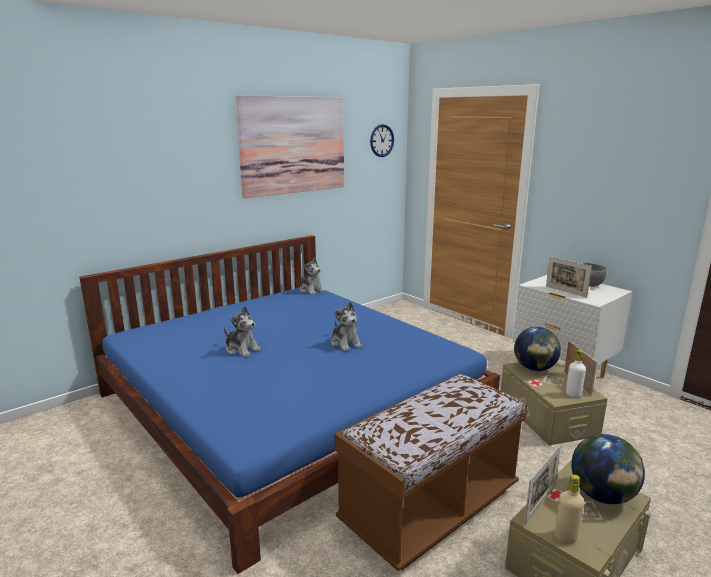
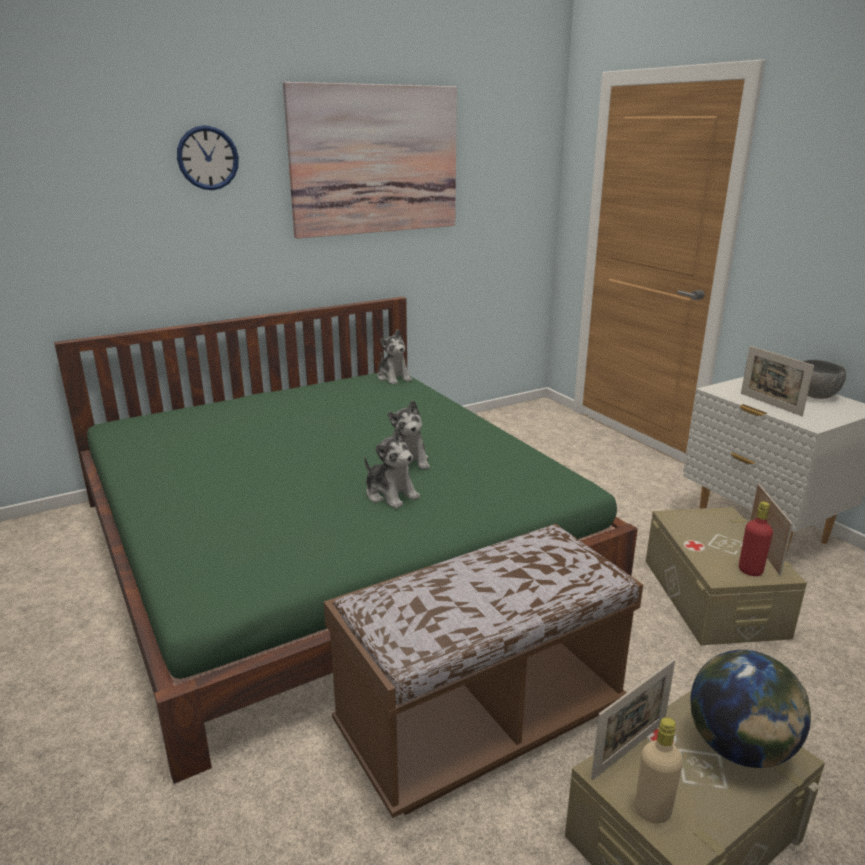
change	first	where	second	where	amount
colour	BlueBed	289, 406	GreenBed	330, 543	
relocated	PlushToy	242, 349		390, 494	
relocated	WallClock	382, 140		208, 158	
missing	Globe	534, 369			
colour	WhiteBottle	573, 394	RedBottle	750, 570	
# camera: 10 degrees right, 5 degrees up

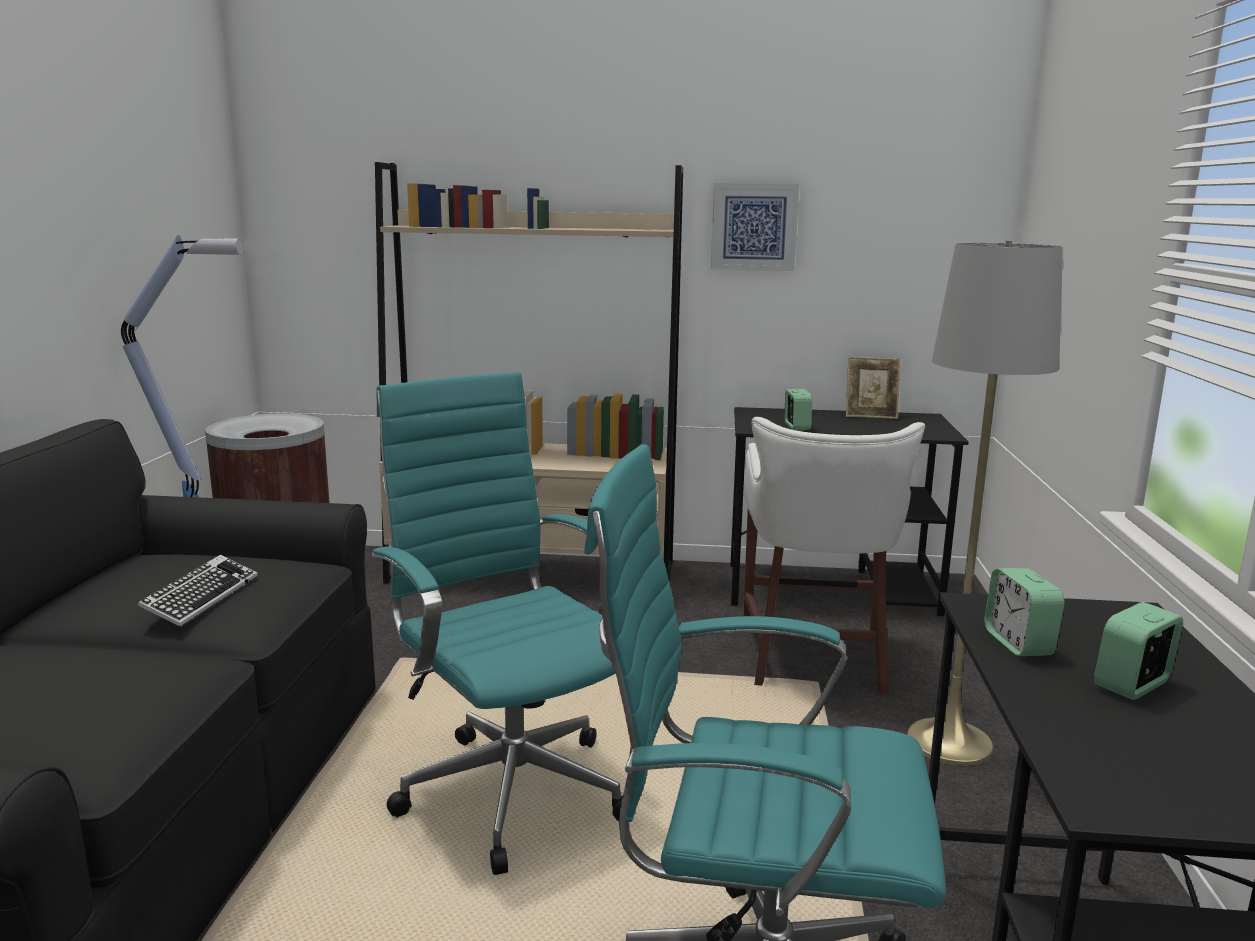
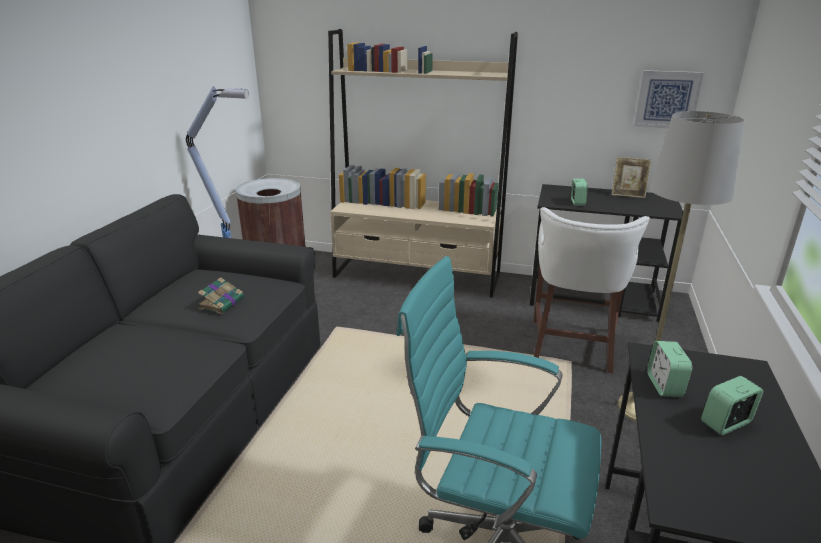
change	first	where	second	where	amount
exchanged	Keyboard	201, 598	Book	222, 303	
missing	TurquoiseOfficeChair	509, 787			
relocated	Picture	754, 227		667, 99	
# camera: 10 degrees right, 10 degrees up

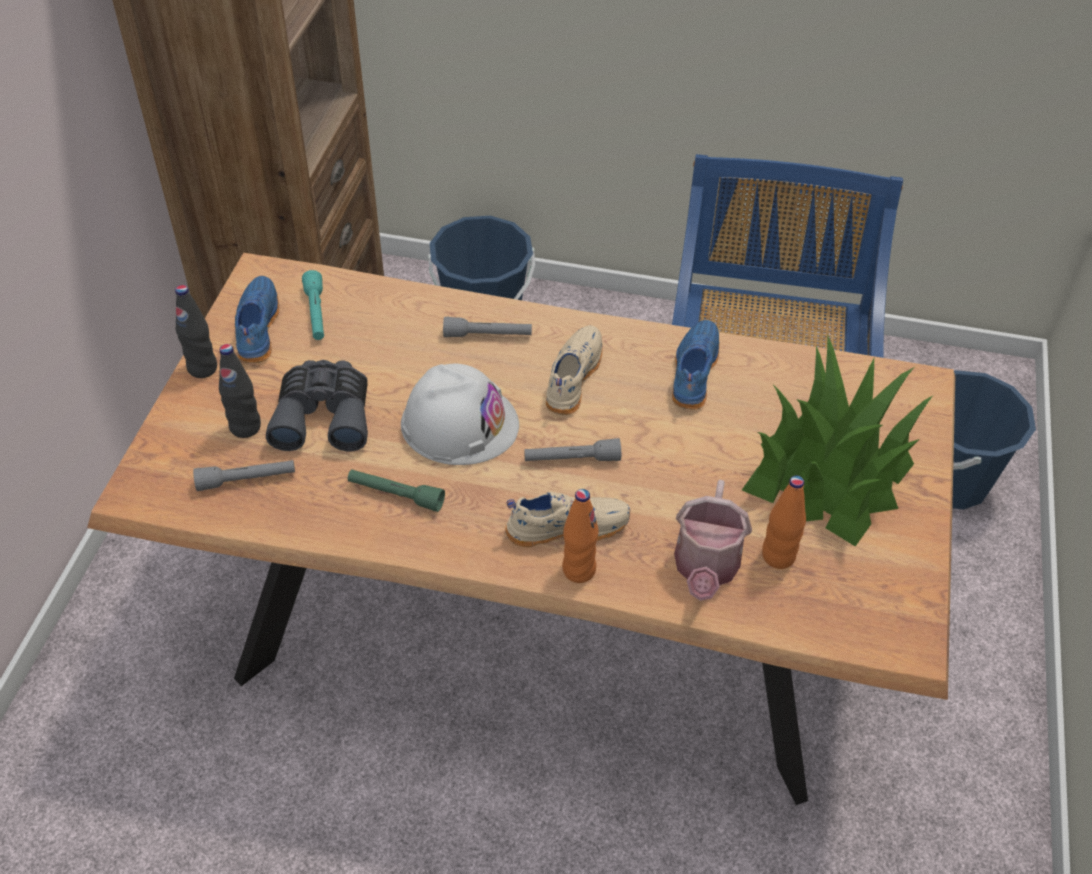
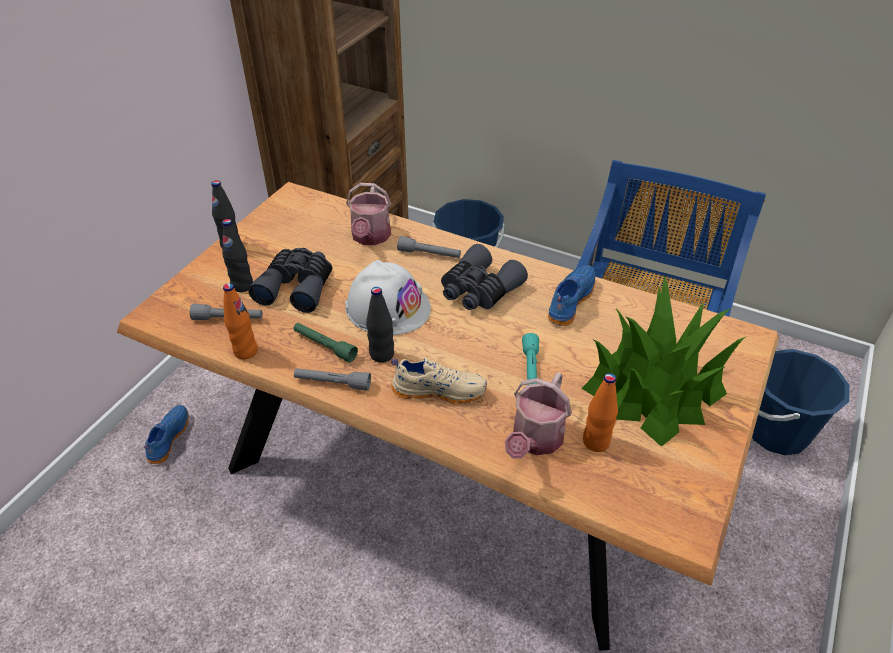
change	first	where	second	where	amount
relocated	BlueShoe	256, 328		167, 438	
relocated	TurquoiseFlashlight	316, 313		530, 371	
relocated	GreyFlashlight	572, 459		332, 383	
exchanged	BeigeShoe	571, 378	GreyBinoculars	479, 290	
relocated	OrangeBottle	578, 570		245, 351	
appeared			WateringCan	370, 237	
appeared			BlackBottle	382, 355	
# camera: 15 degrees right, 5 degrees down

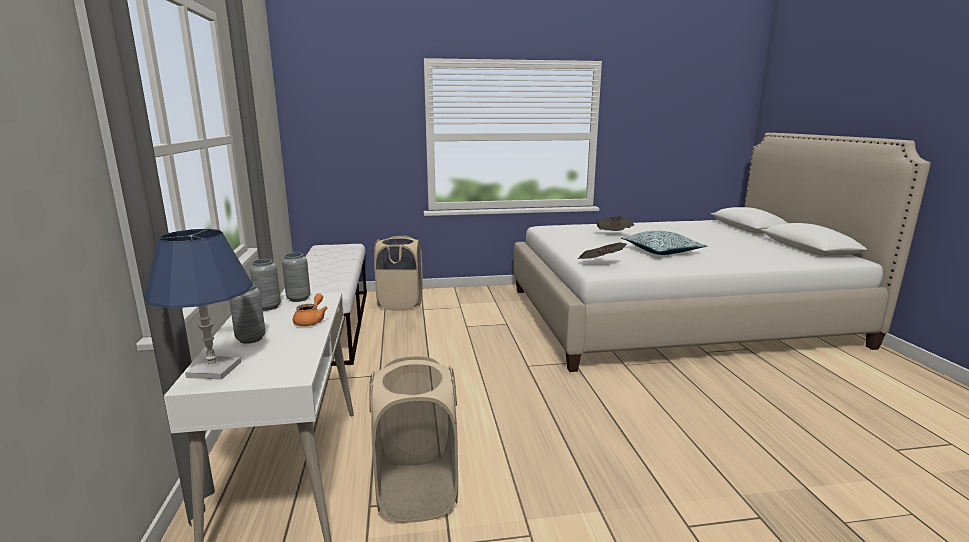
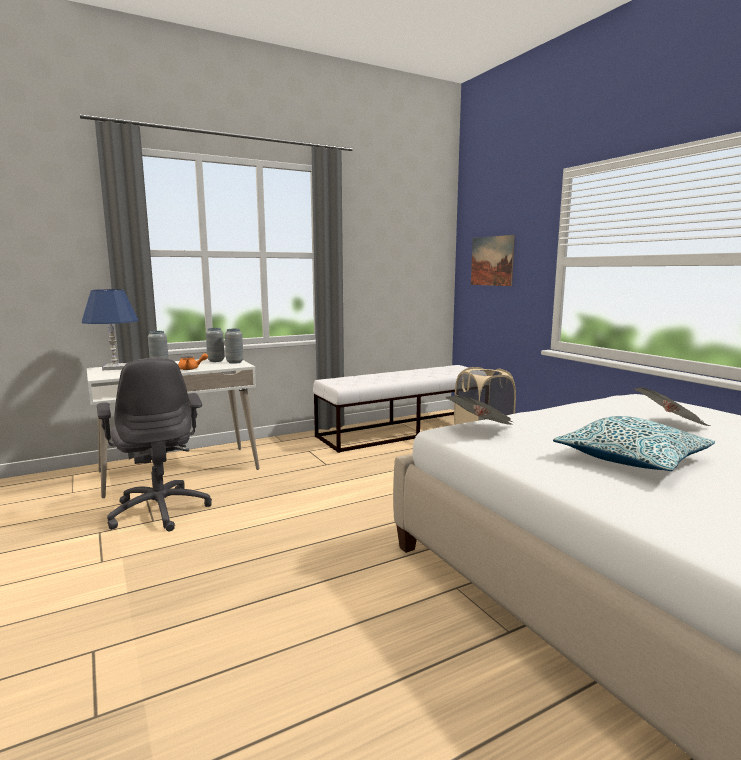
change	first	where	second	where	amount
exchanged	BeigeLaundryBasket	417, 492	GreyOfficeChair	160, 510	
appeared			Picture	492, 261	
# camera: 70 degrees right, 5 degrees down

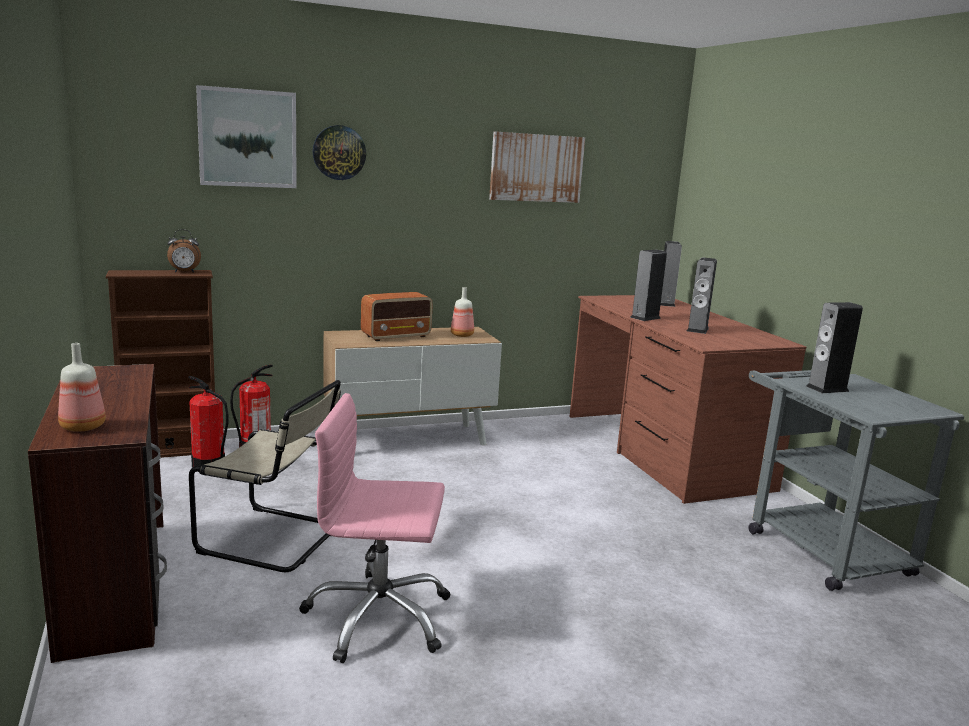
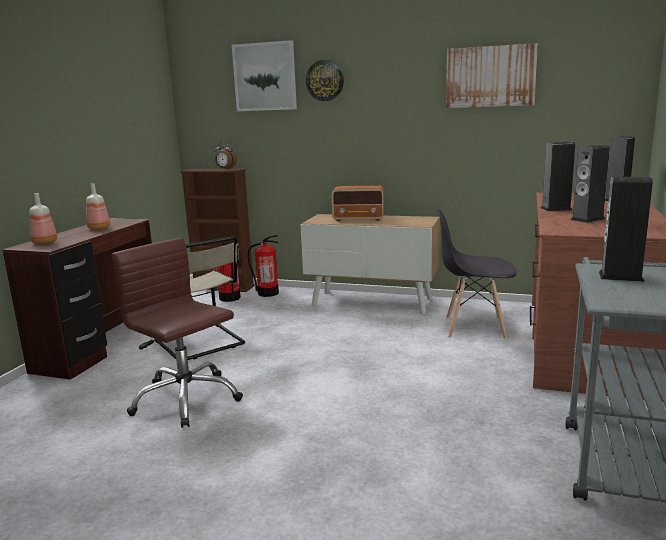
change	first	where	second	where	amount
colour	PinkOfficeChair	378, 618	BrownOfficeChair	185, 399	
relocated	Bottle	462, 335		100, 228	
appeared			GreyChair	473, 327	
# camera: 40 degrees right, 0 degrees up

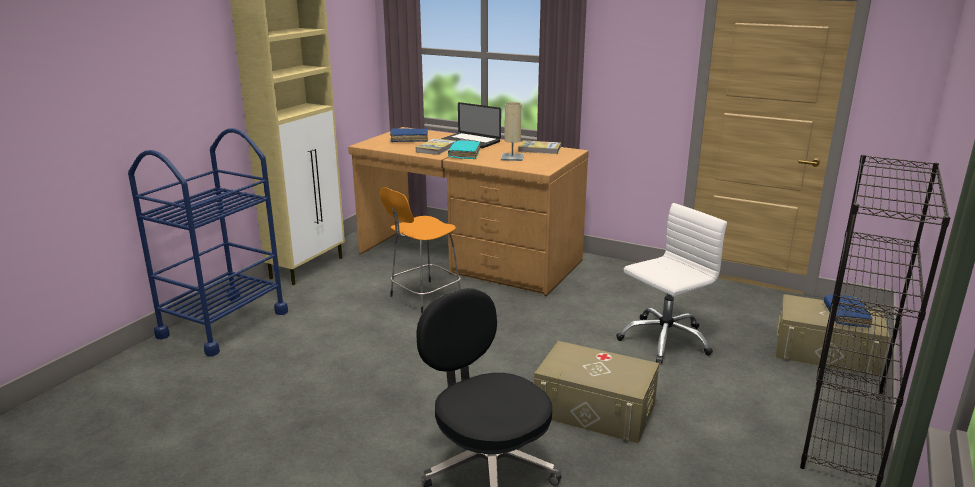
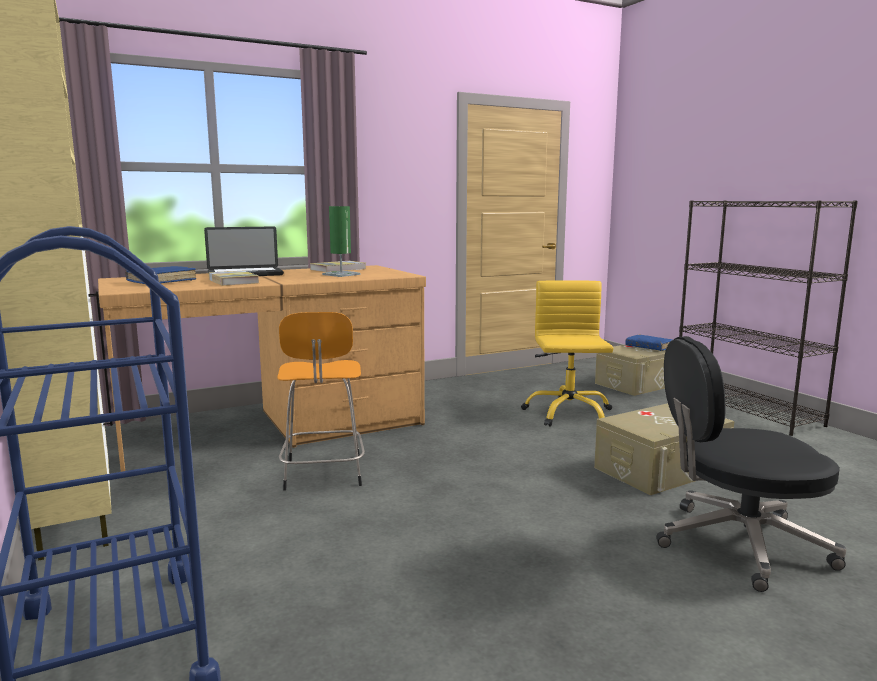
change	first	where	second	where	amount
missing	TurquoiseBook	464, 154			
colour	BeigeTableLamp	512, 157	GreenTableLamp	341, 274	
colour	WhiteOfficeChair	664, 339	YellowOfficeChair	568, 413	
# camera: 55 degrees left, 10 degrees down

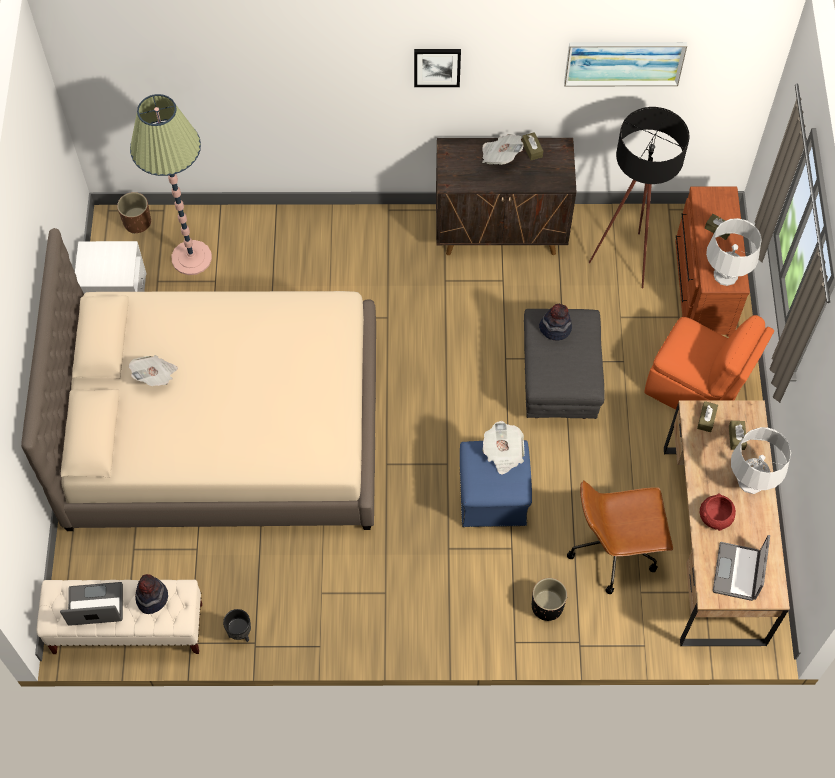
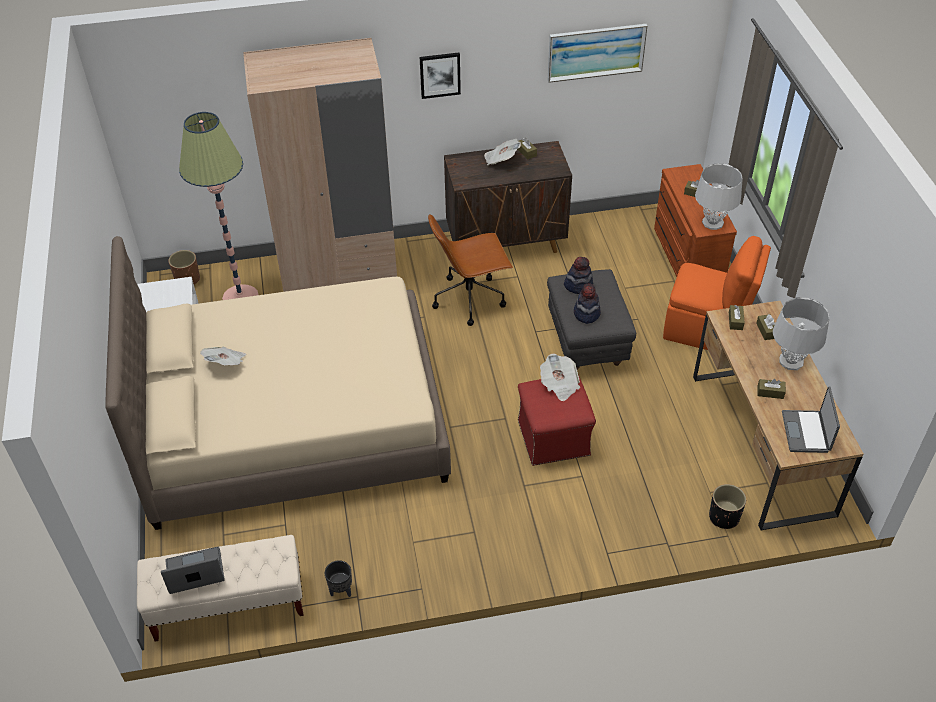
change	first	where	second	where	amount
relocated	Hat	151, 598		586, 313	
colour	BlueOttoman	493, 498	RedOttoman	554, 438	
relocated	BlackPlanter	547, 606		724, 517	
relocated	BrownOfficeChair	615, 550		470, 298	
missing	BlackFloorLamp	627, 255			
exchanged	RedBowl	715, 516	BrownTissueBox	770, 392	
appeared			BeigeWardrobe	338, 270	
# camera: 10 degrees left, 15 degrees down

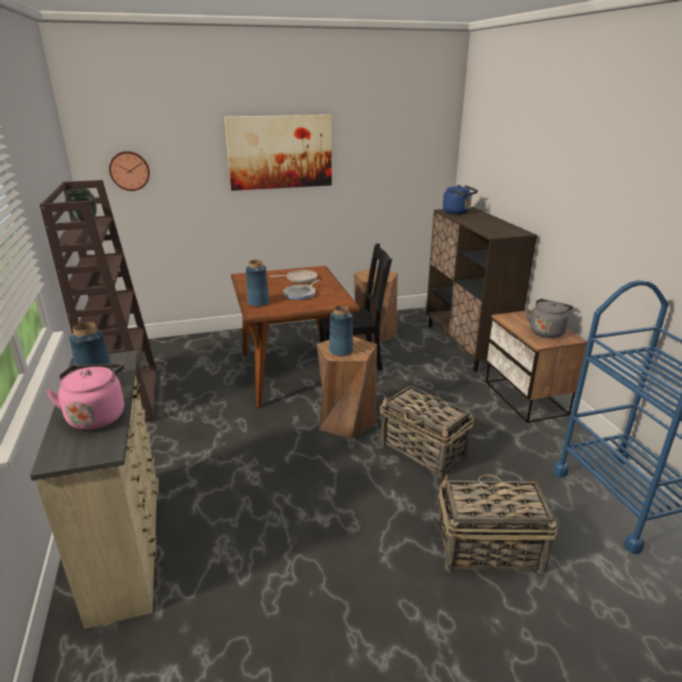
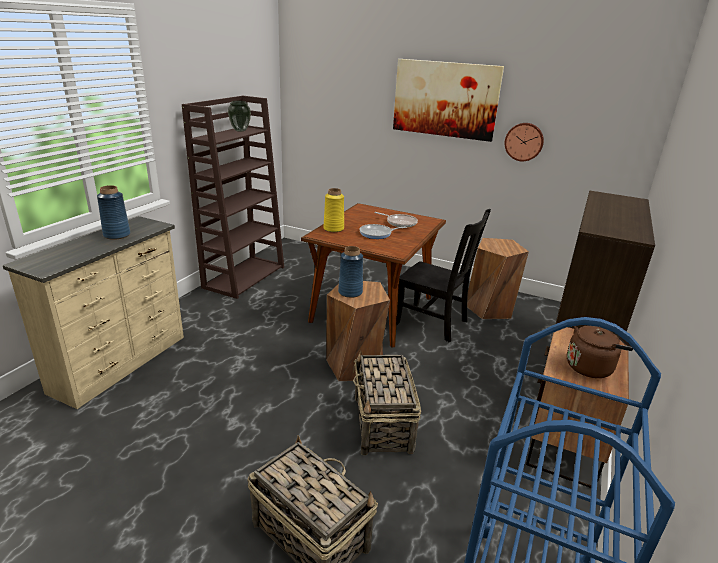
change	first	where	second	where	amount
missing	PinkKettle	97, 415			
relocated	WallClock	129, 170		524, 141	
colour	BlueVase	258, 302	YellowVase	333, 229	
missing	BlueKettle	458, 212			
colour	GreyKettle	546, 331	BrownKettle	591, 367	
# camera: 40 degrees right, 0 degrees up

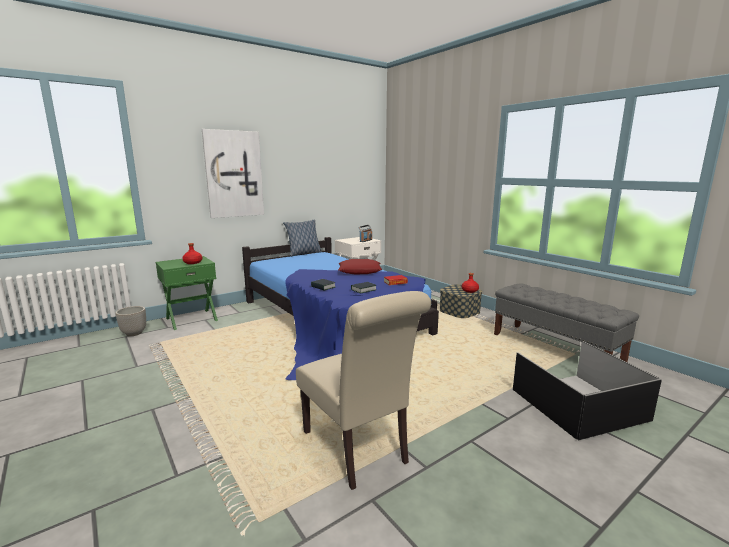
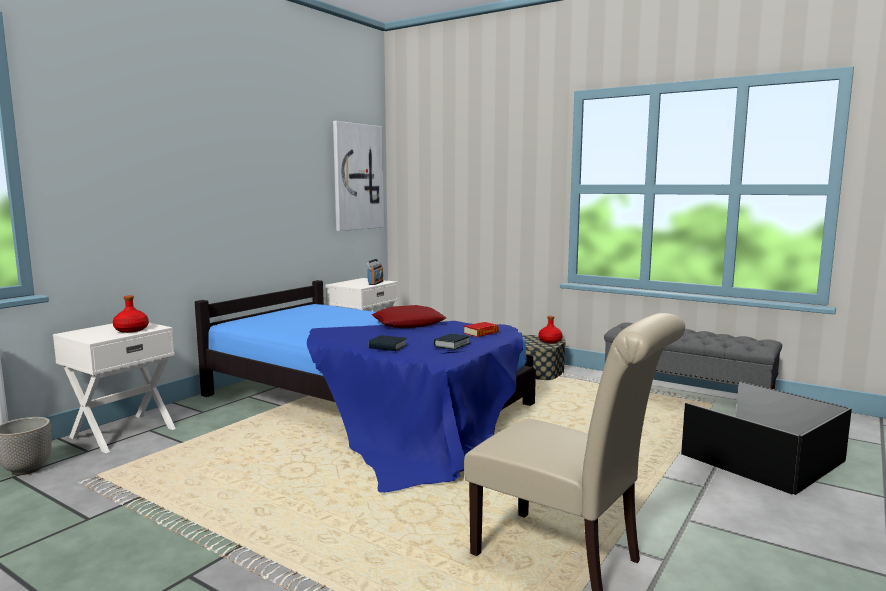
change	first	where	second	where	amount
colour	GreenNightstand	191, 319	WhiteNightstand	122, 432	
relocated	Picture	234, 174		357, 177	
missing	Pillow	303, 253			
# camera: 20 degrees left, 5 degrees down

